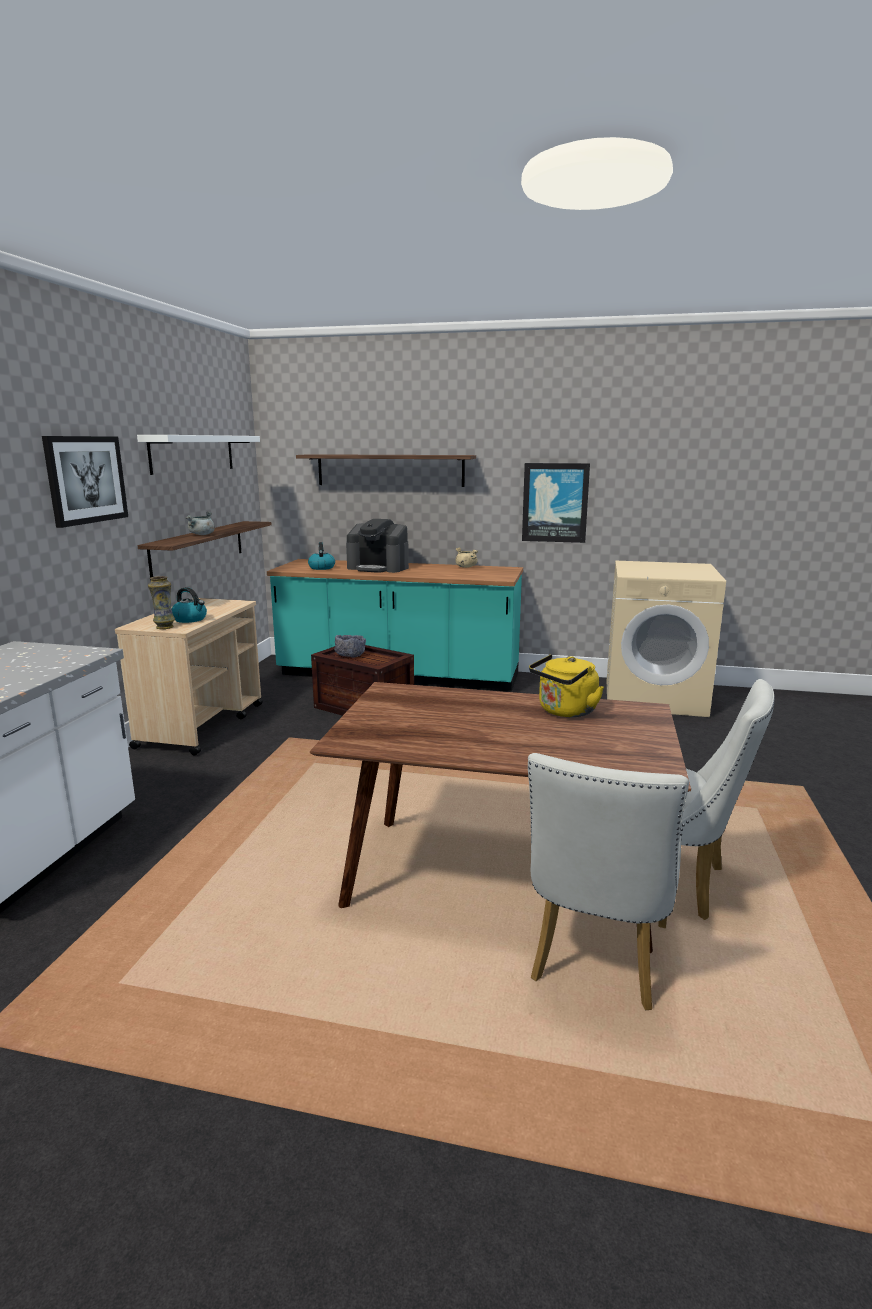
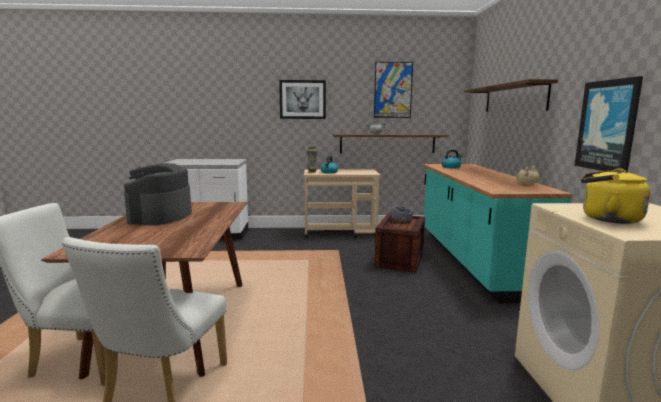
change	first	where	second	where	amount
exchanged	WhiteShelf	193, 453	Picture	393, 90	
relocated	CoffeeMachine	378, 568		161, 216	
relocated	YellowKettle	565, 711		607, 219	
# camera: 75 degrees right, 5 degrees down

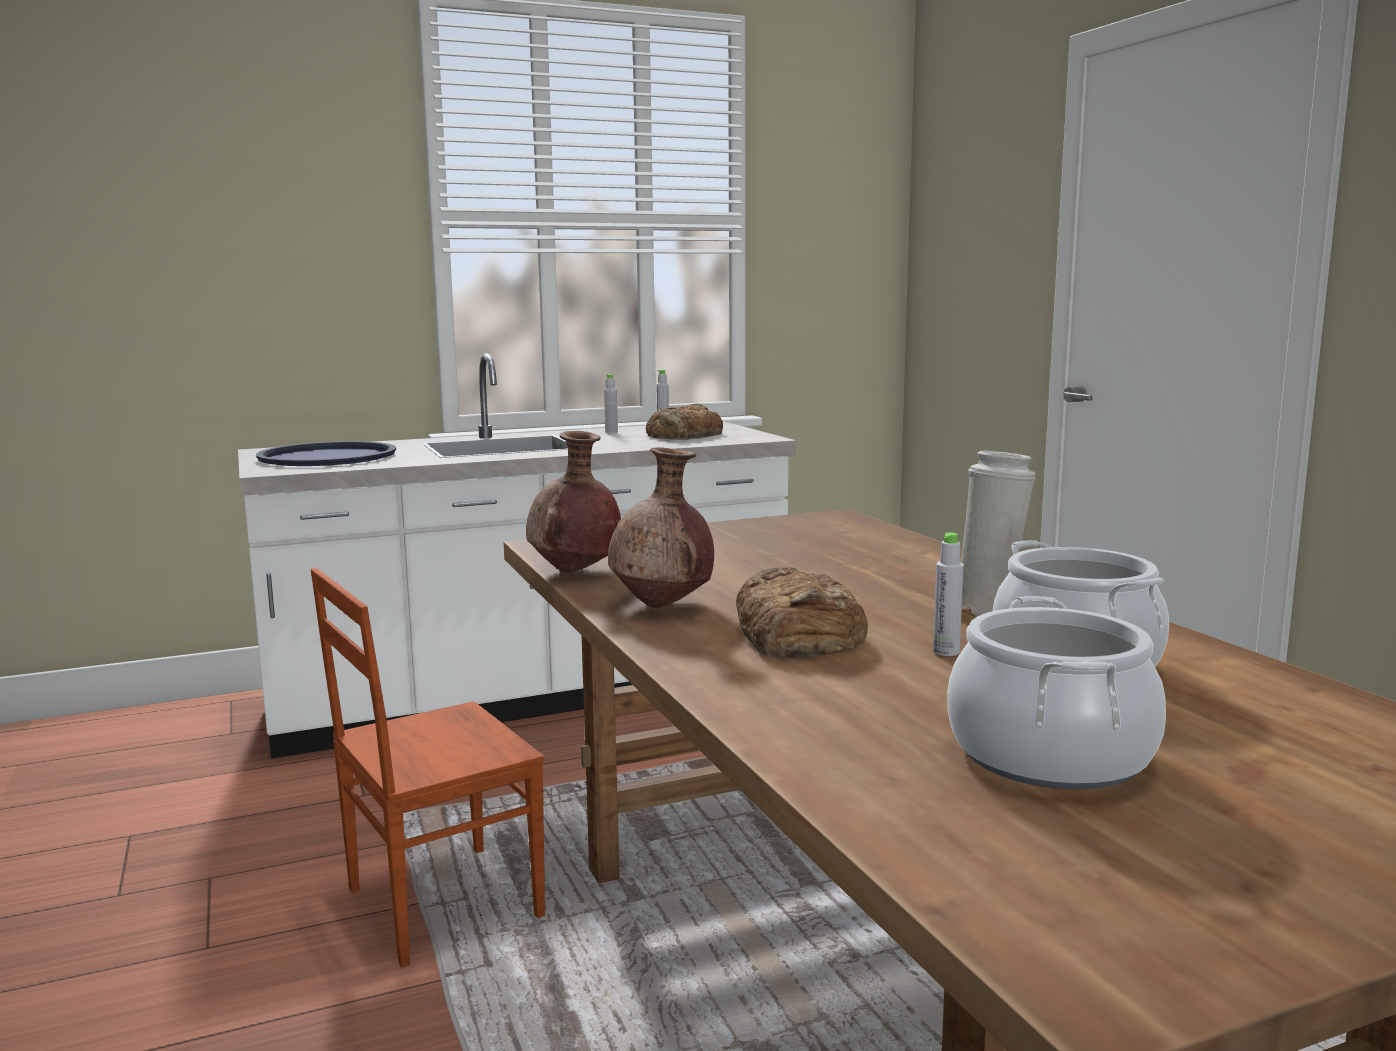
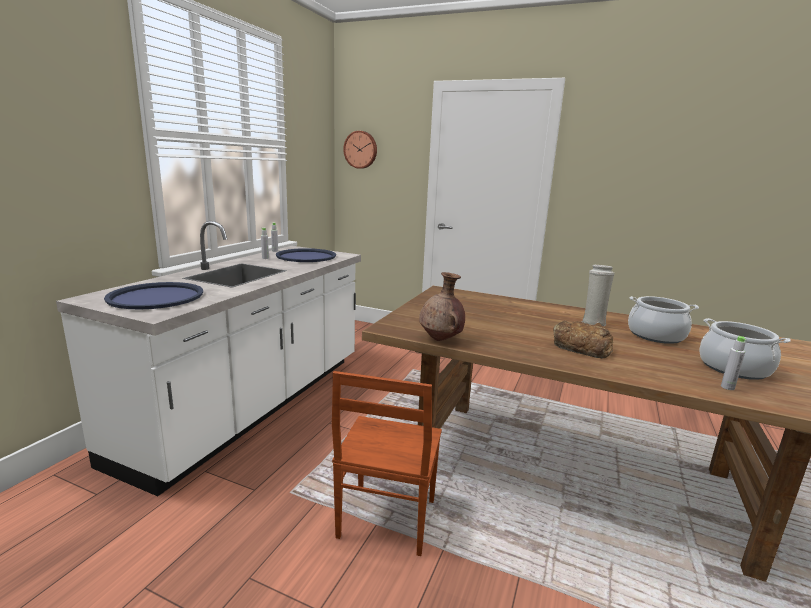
change	first	where	second	where	amount
missing	BrownVase	663, 605			
exchanged	Bread	684, 435	BlueTray	306, 256	
relocated	GreyBottle	946, 652		727, 387	
appeared			WallClock	361, 150	
# camera: 45 degrees left, 5 degrees up

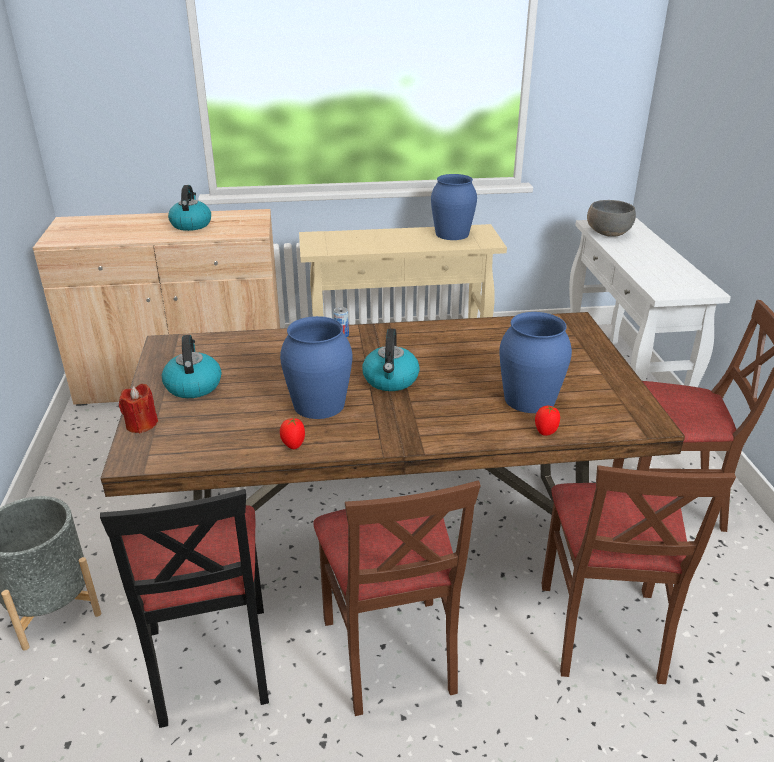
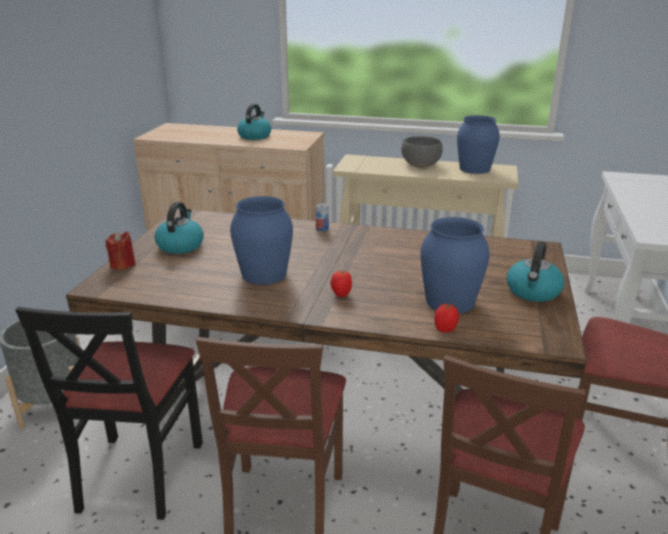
change	first	where	second	where	amount
relocated	Tomato	293, 445		341, 294	
relocated	Kettle	391, 380		533, 292	
relocated	GreyBowl	608, 233		420, 164	
# camera: 20 degrees right, 5 degrees down

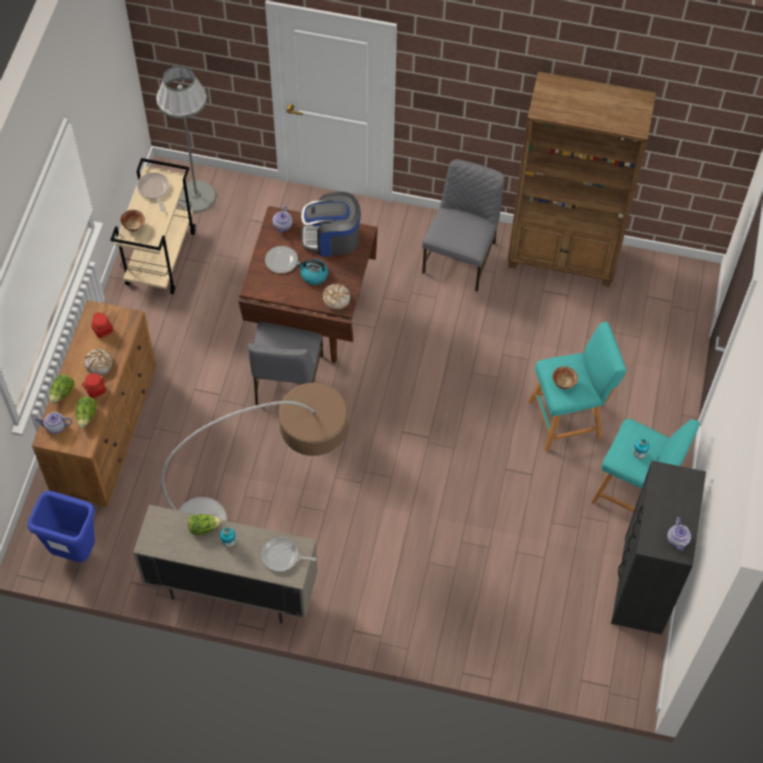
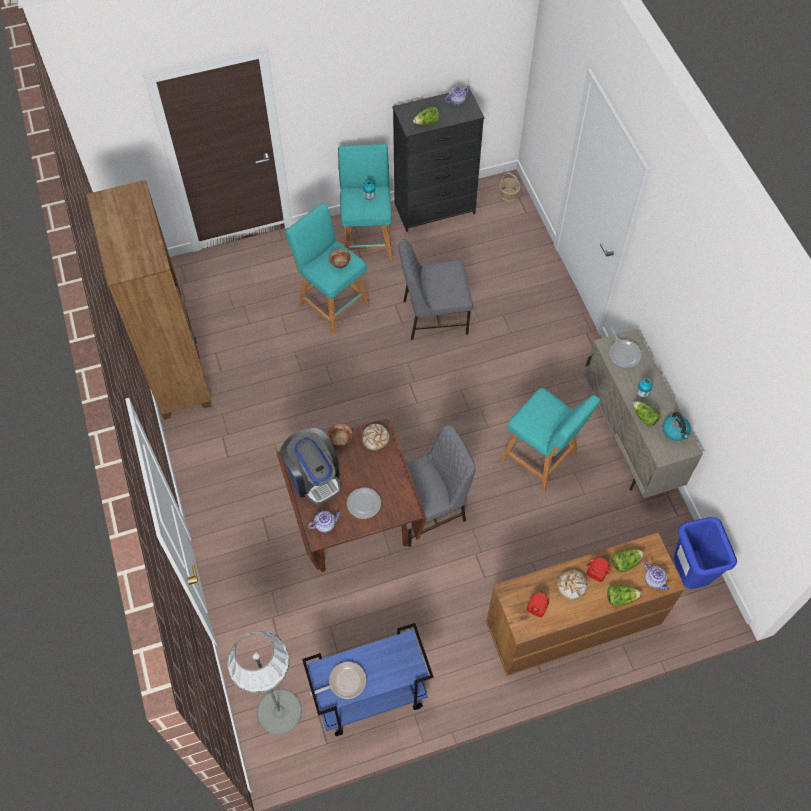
change	first	where	second	where	amount
colour	BeigeCart	160, 257	BlueCart	370, 697	
relocated	Bowl	133, 226		340, 440	
spun	FryingPan	154, 190		345, 682	150 degrees counterclockwise
exchanged	FloorLamp	269, 502	TurquoiseStool	542, 459	
relocated	Kettle	313, 275		675, 431	
relocated	GreyChair	461, 257		433, 316	
appeared			Lettuce	427, 122	
appeared			Basket	508, 195	
# camera: 120 degrees left, 0 degrees up

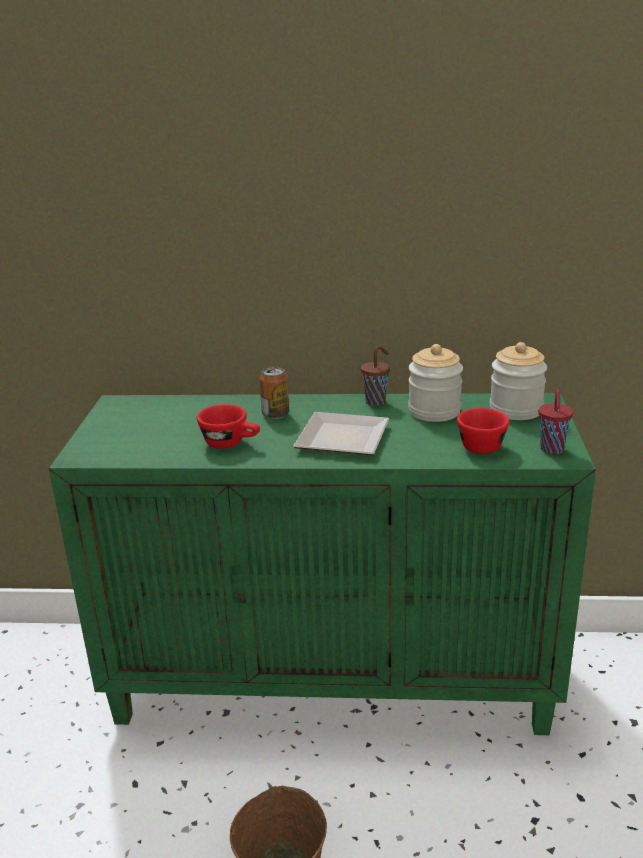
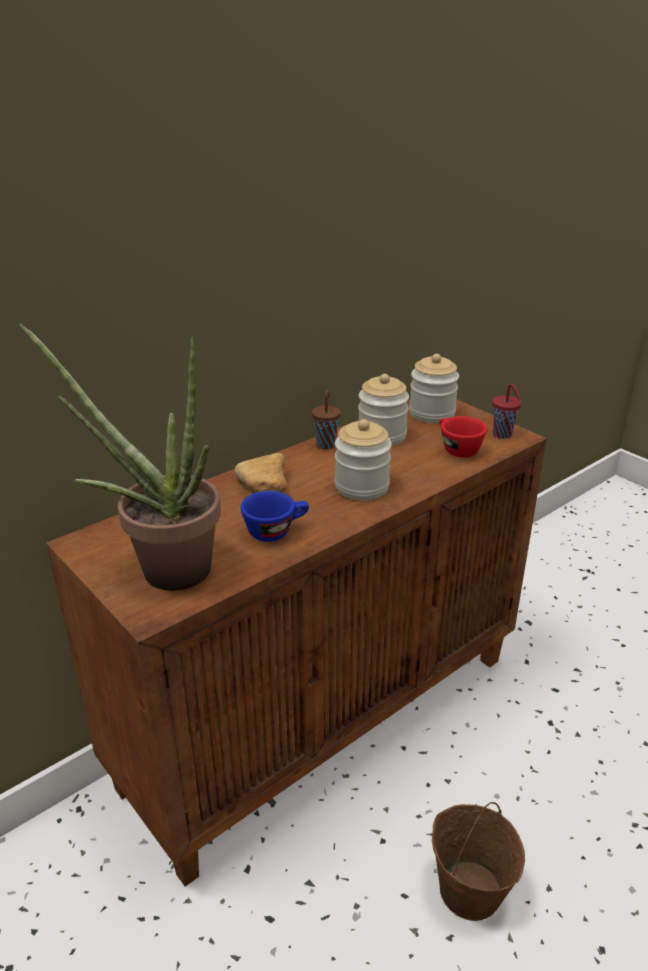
change	first	where	second	where	amount
colour	GreenCabinet	334, 680	BrownCabinet	324, 717	
colour	RedCup	231, 443	BlueCup	276, 531	
exchanged	Can	275, 414	Bread	265, 488	
exchanged	Plate	344, 440	Jar	361, 487	
appeared			PottedPlant	162, 568	
# camera: 45 degrees left, 5 degrees up

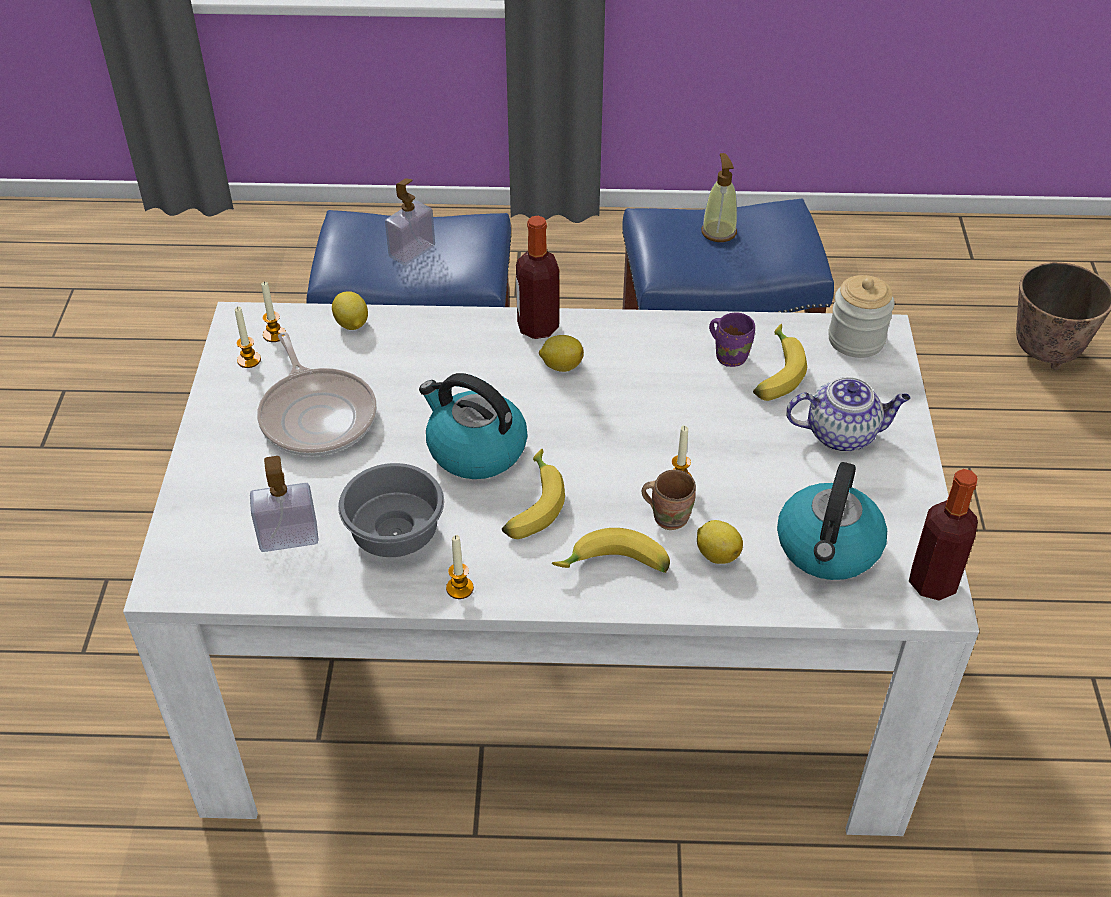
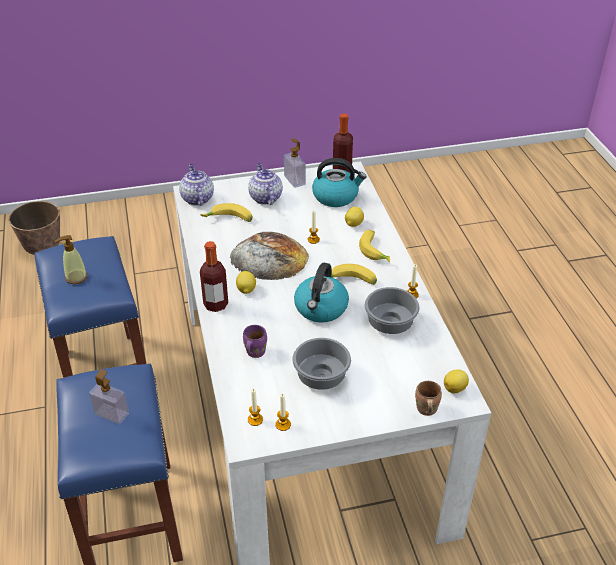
change	first	where	second	where	amount
relocated	SoapDispenser	288, 537		294, 180	
exchanged	FryingPan	317, 415	GreyBowl	319, 377	
relocated	Lemon	351, 324		455, 388	
relocated	BrownMug	669, 516		425, 410	
relocated	PurpleMug	730, 355		254, 352	
exchanged	Jar	856, 340	Teapot	197, 198	
appeared			Bread	269, 257	
# camera: 105 degrees left, 5 degrees down

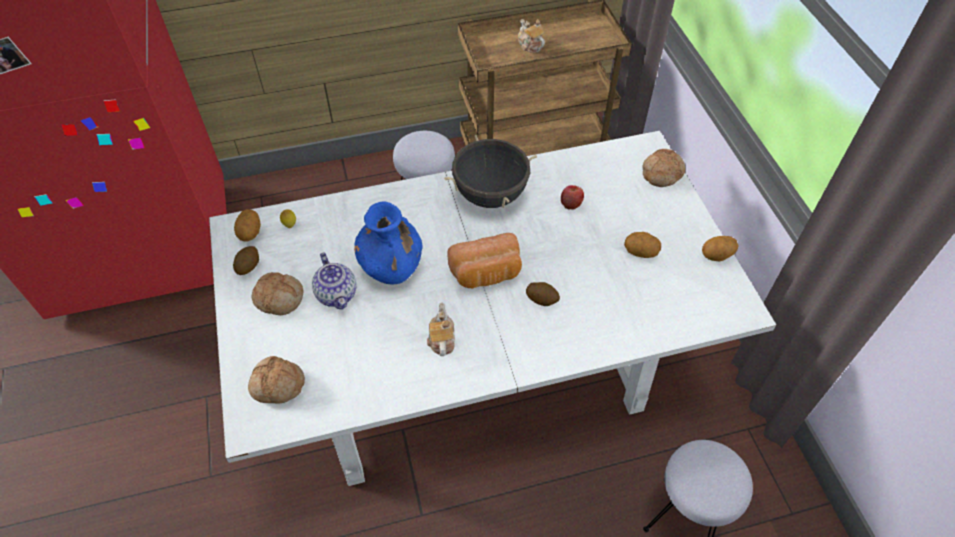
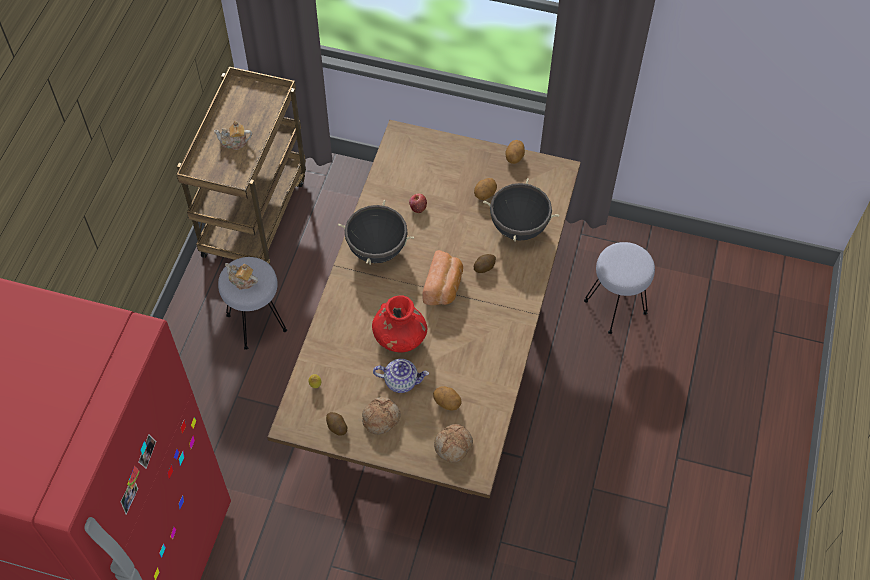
change	first	where	second	where	amount
colour	WhiteDiningTable	479, 369	BrownDiningTable	434, 364	
relocated	Potato	250, 233		447, 402	
colour	BlueVase	391, 267	RedVase	400, 338	
relocated	Teapot	441, 339		242, 281	
missing	Bread	661, 173			
appeared			BlackCookingPot	519, 227	
# camera: 60 degrees left, 5 degrees up

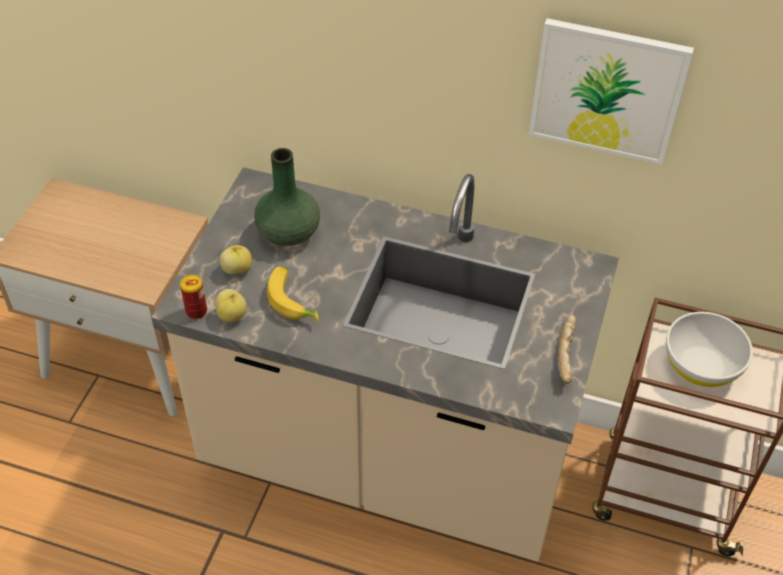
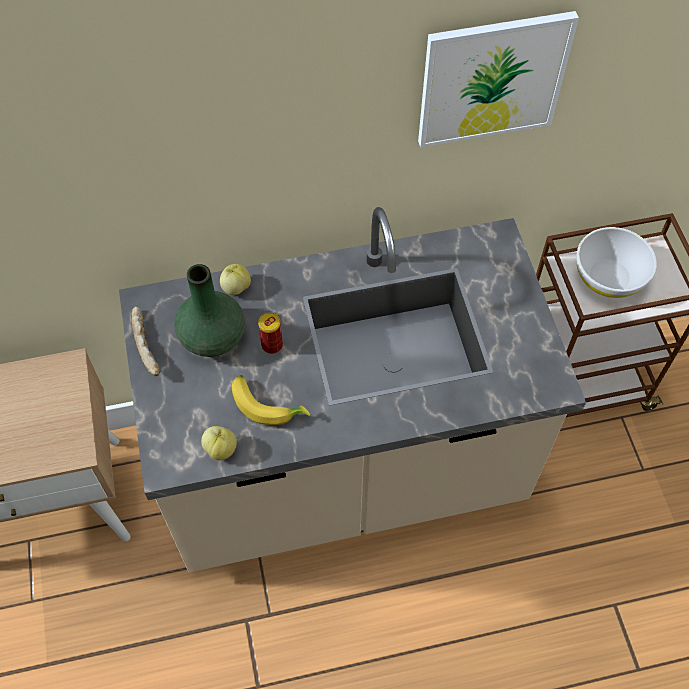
change	first	where	second	where	amount
relocated	Can	196, 311		272, 345	
relocated	Apple	237, 269		236, 287	
relocated	Bread	568, 354		147, 345	
# camera: 30 degrees left, 10 degrees up

